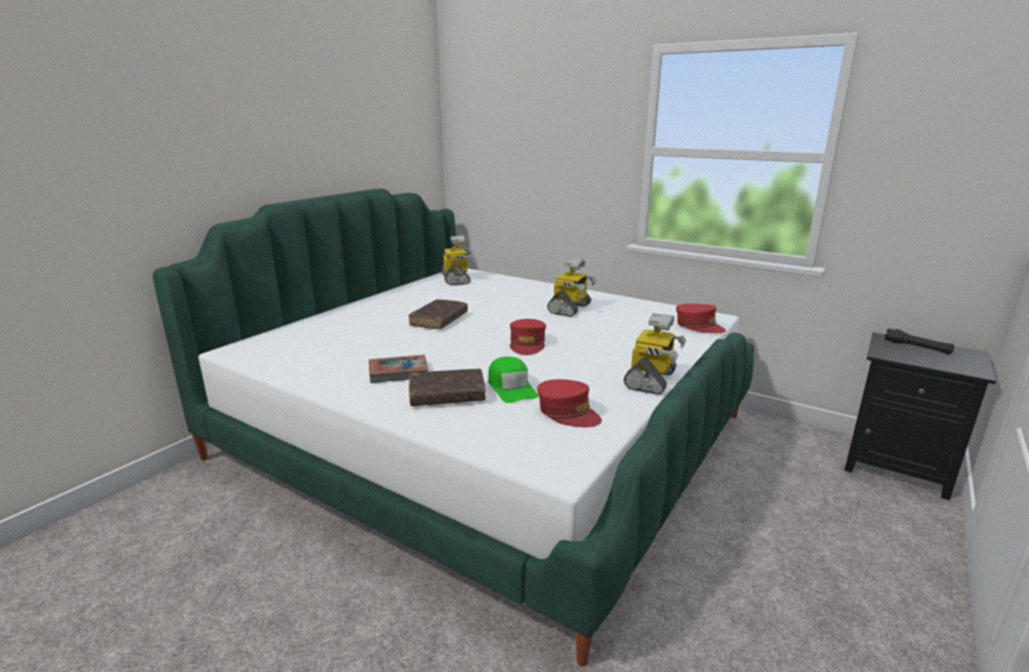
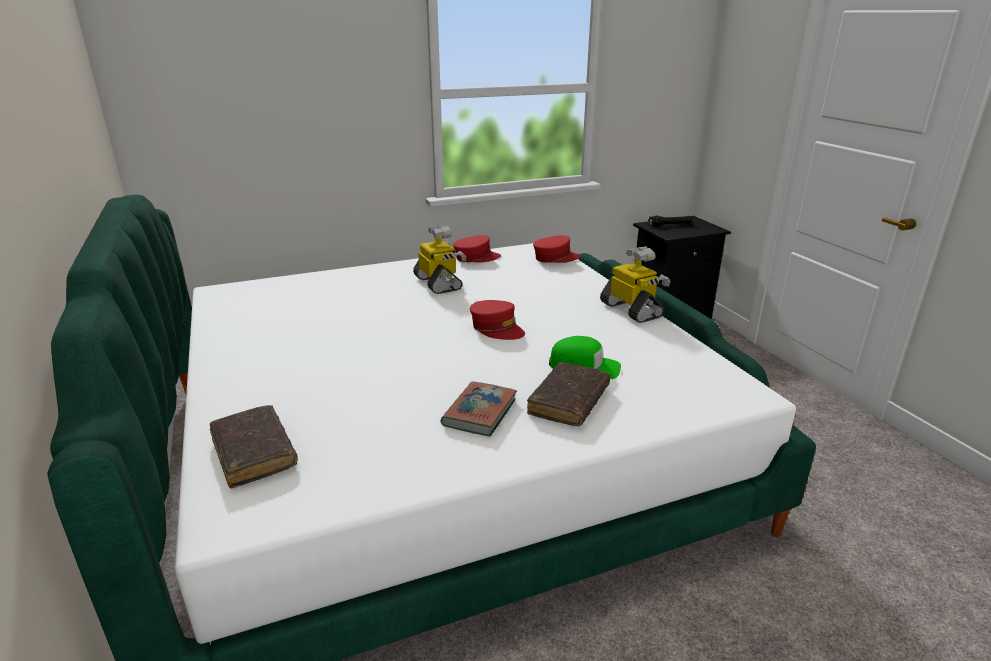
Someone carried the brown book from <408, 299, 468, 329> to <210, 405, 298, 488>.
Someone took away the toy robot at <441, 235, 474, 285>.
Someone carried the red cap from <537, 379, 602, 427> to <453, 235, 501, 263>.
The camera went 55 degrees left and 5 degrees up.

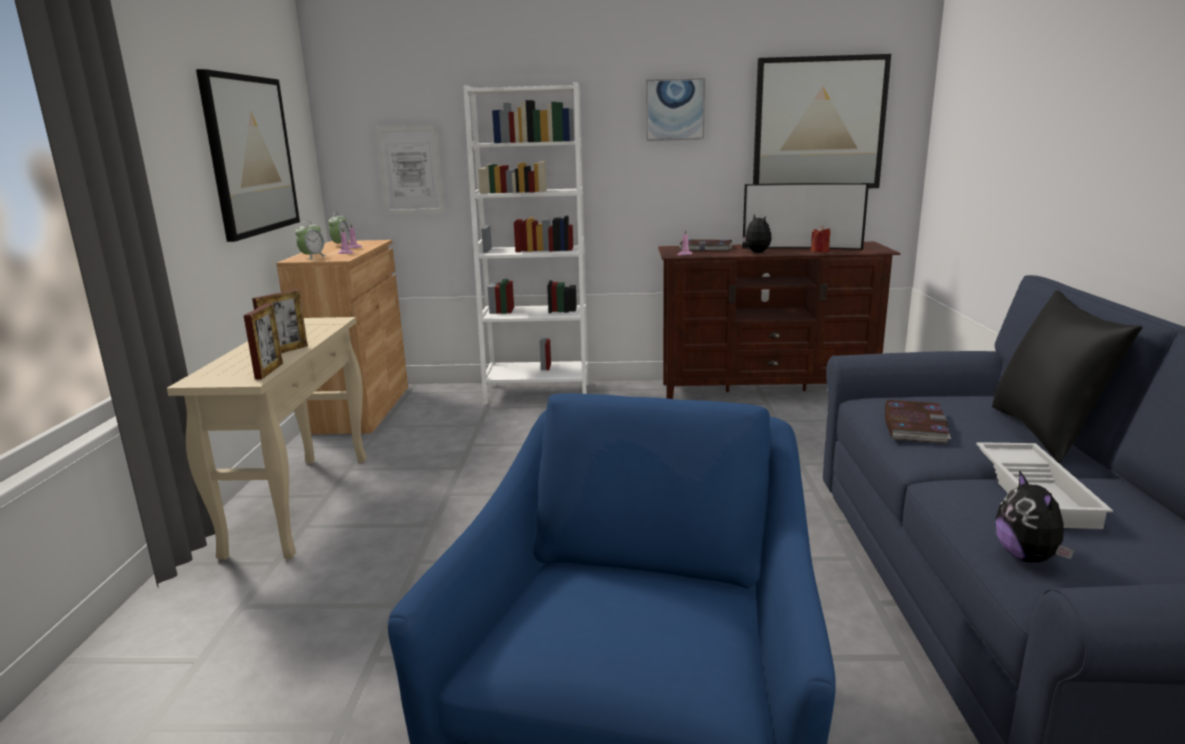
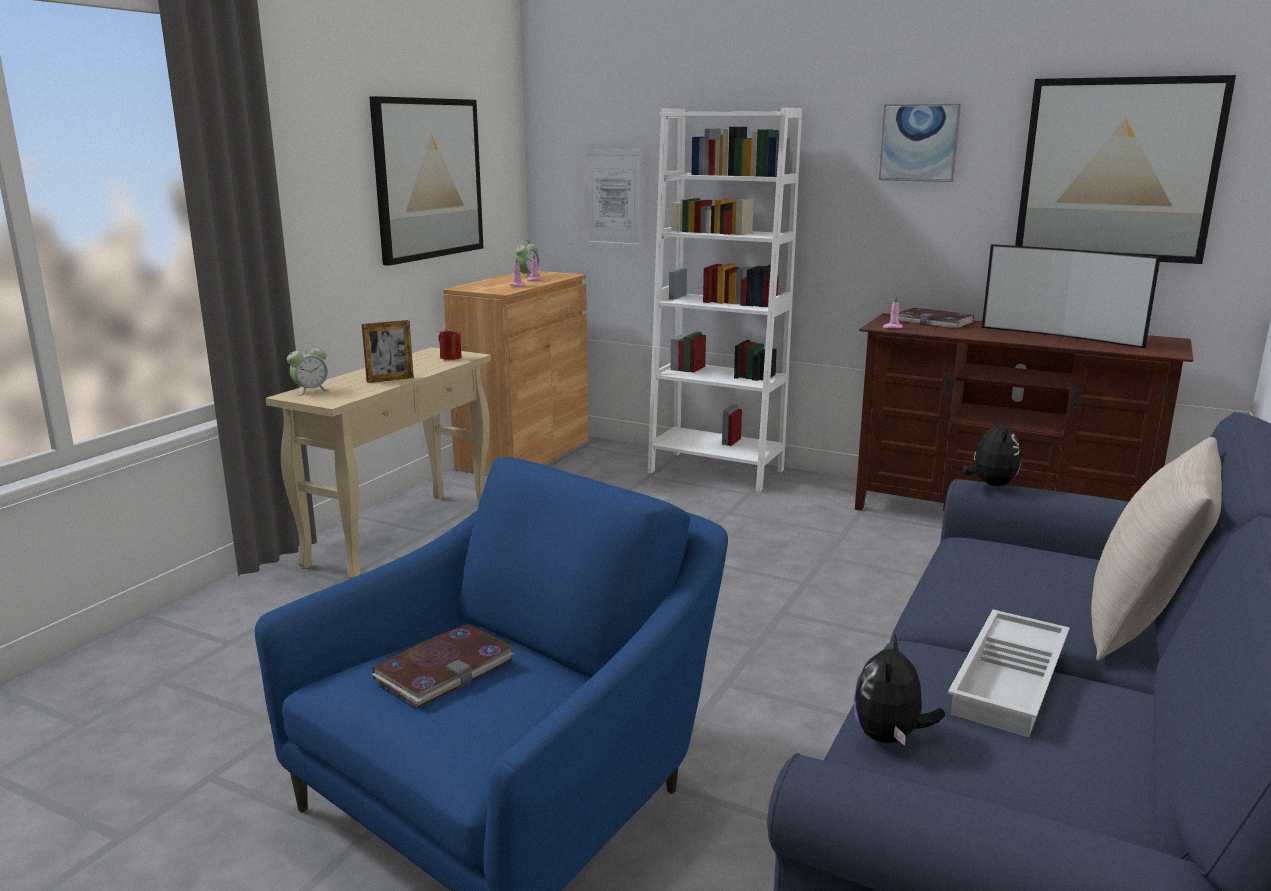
Someone took away the picture frame at <243, 303, 283, 379>.
Someone carried the alarm clock from <295, 221, 327, 260> to <287, 343, 330, 396>.
Someone carried the plush toy from <742, 214, 772, 252> to <963, 416, 1021, 486>.
Someone carried the red candle from <811, 226, 830, 253> to <439, 327, 462, 360>.
Someone carried the book from <885, 400, 951, 443> to <371, 624, 514, 707>.
Someone repainted the black pillow at <992, 290, 1143, 463>, which became the beige pillow at <1091, 437, 1222, 661>.
The camera went 25 degrees right and 0 degrees up.

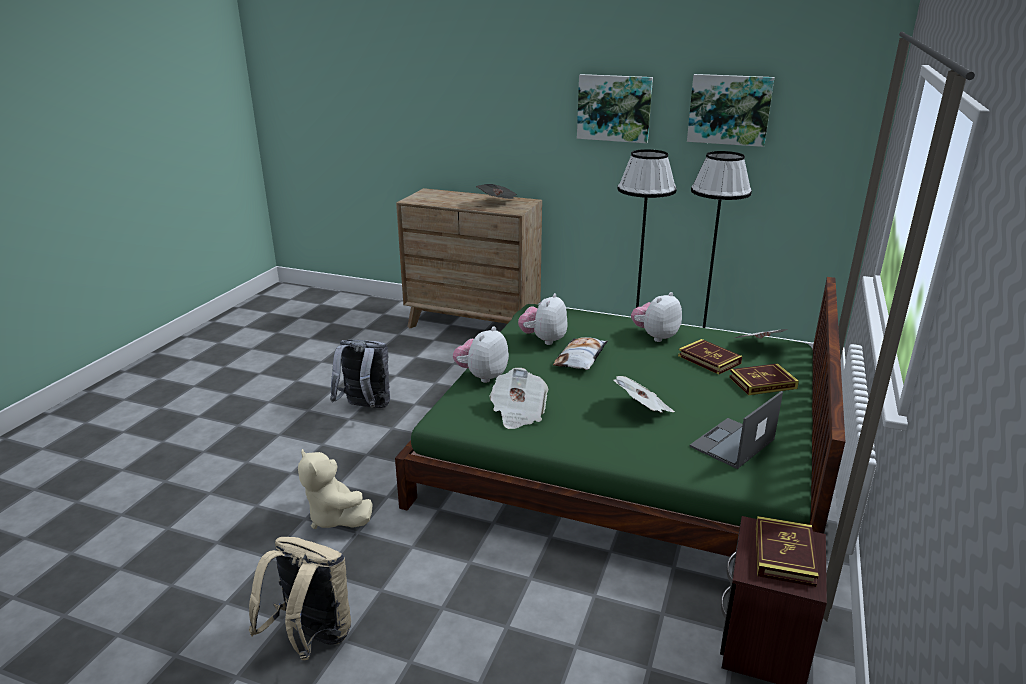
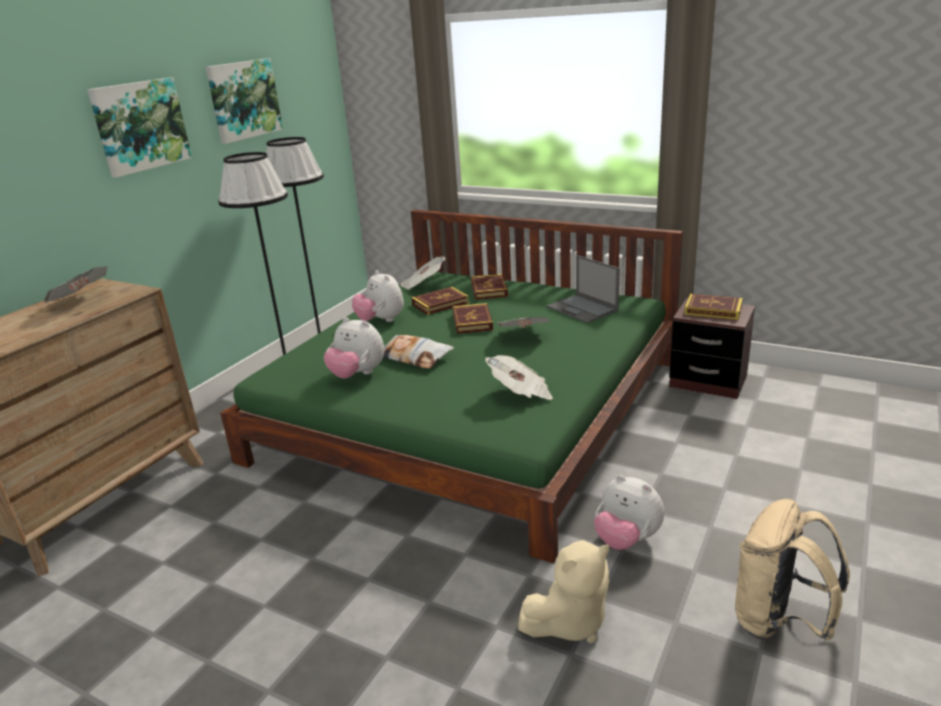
Someone took away the grey backpack at <330, 340, 390, 408>.
Someone carried the plush toy from <453, 326, 509, 383> to <594, 475, 664, 550>.
Someone put down the book at <452, 303, 493, 334>.
The camera went 80 degrees left and 0 degrees up.

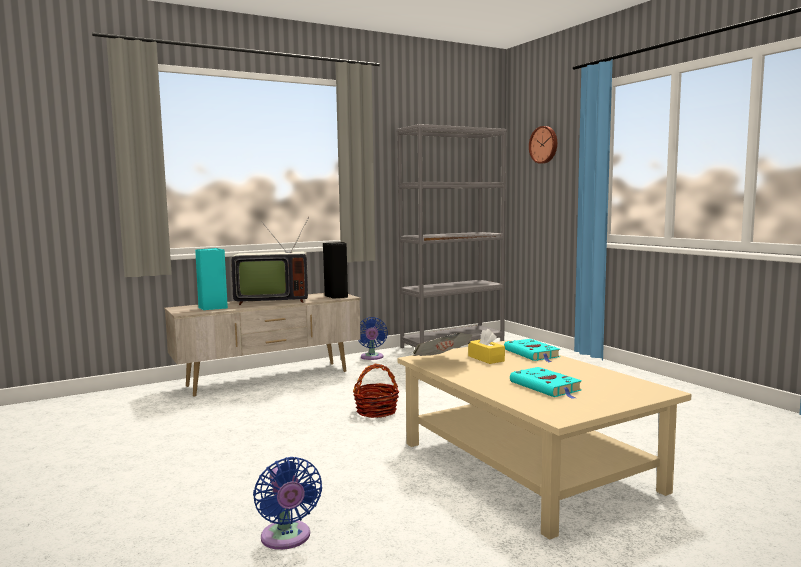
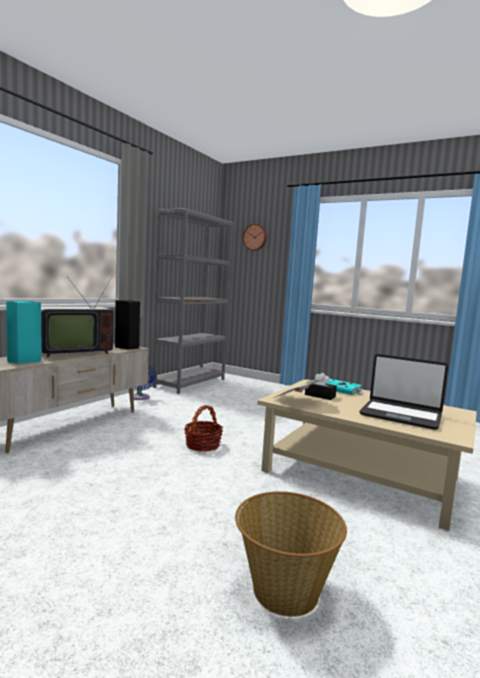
Someone swapped the blue fan at <253, 457, 322, 550> for the basket at <235, 491, 347, 617>.
Someone repainted the yellow tissue box at <468, 329, 505, 364>, which became the black tissue box at <305, 373, 337, 400>.
Someone swapped the turquoise book at <510, 367, 582, 399> for the laptop at <359, 354, 448, 430>.
The camera went 30 degrees left and 0 degrees up.

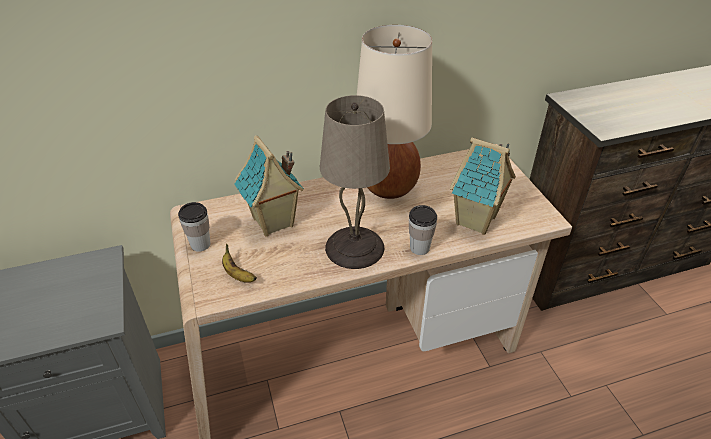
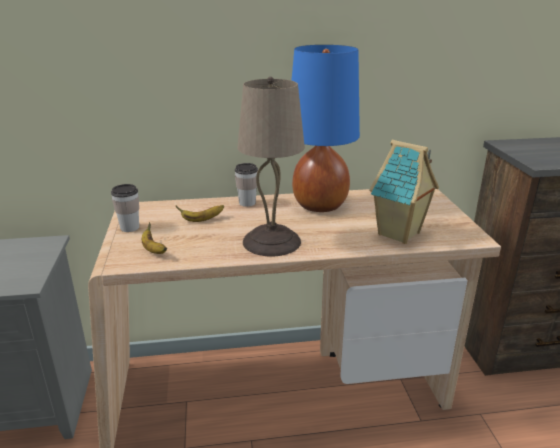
Someone swapped the toy house at <234, 135, 304, 237> for the banana at <176, 205, 224, 222>.
Someone repainted the beige table lamp at <357, 25, 432, 199>, which became the blue table lamp at <291, 45, 360, 212>.
Someone carried the cup from <409, 205, 437, 255> to <235, 163, 258, 207>.
The camera went 10 degrees right and 15 degrees down.

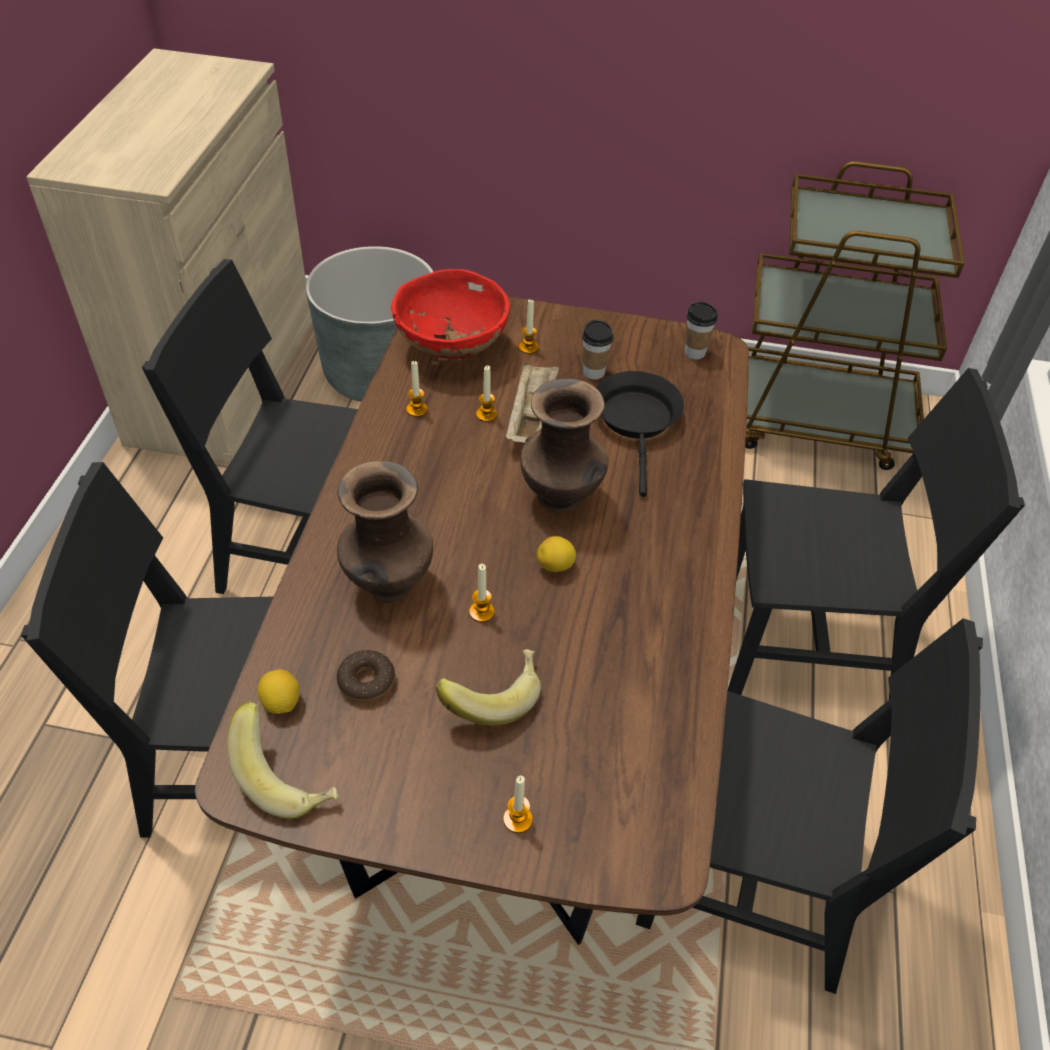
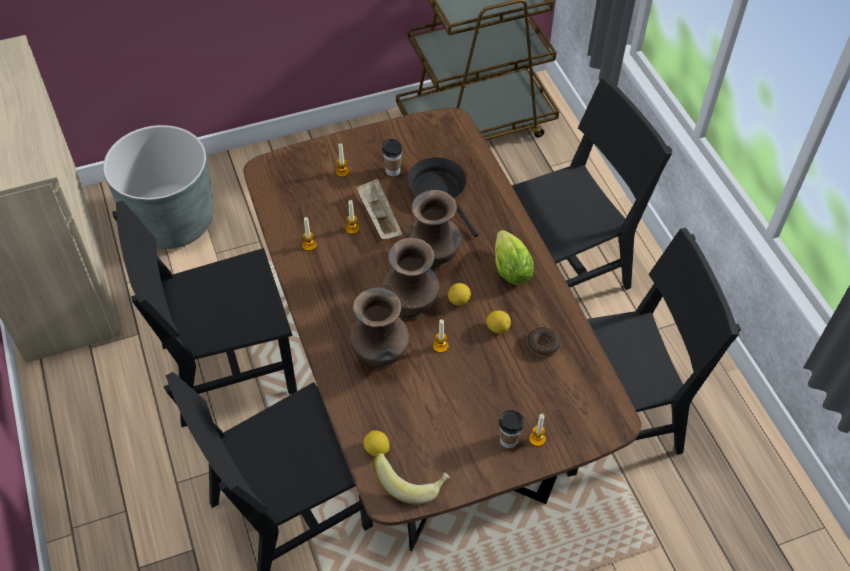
Someone carried the donut from <337, 650, 395, 703> to <527, 327, 561, 357>.
Someone took away the red bowl at <391, 269, 510, 359>.
Someone took away the banana at <436, 649, 541, 726>.
Someone carried the cup from <685, 301, 718, 359> to <499, 410, 524, 448>.
Someone put down the brown vase at <382, 238, 440, 320>.
Someone put down the lemon at <486, 310, 511, 333>.
Someone put down the lettuce at <495, 230, 534, 285>.
The camera went 30 degrees left and 5 degrees up.

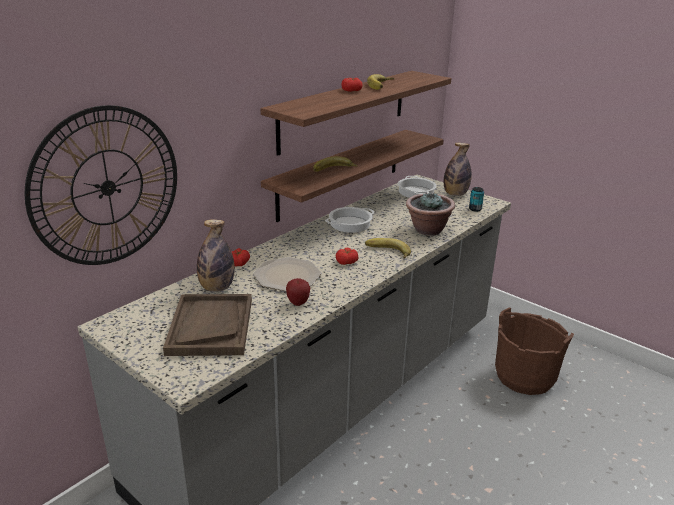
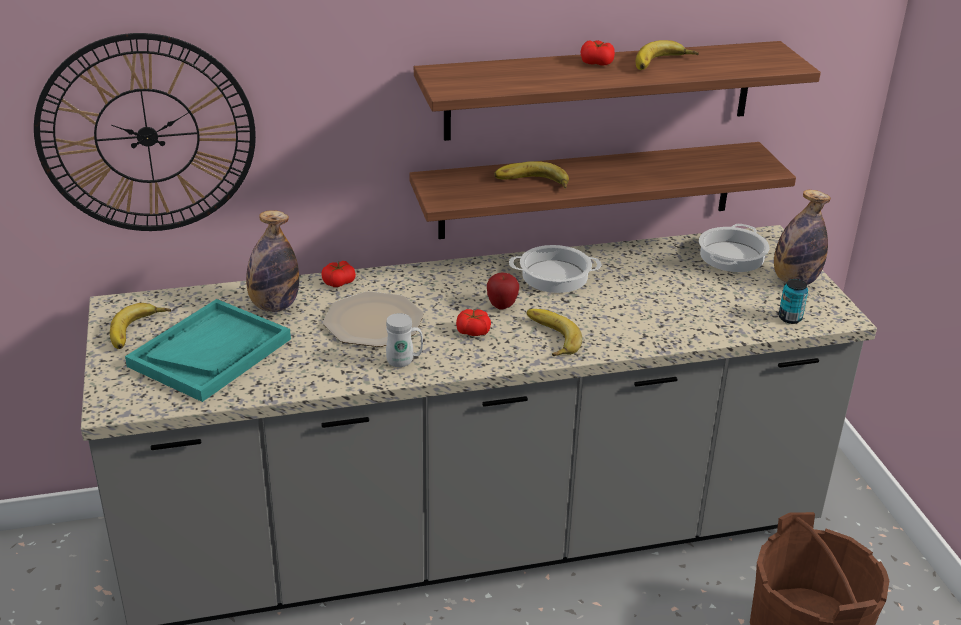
Someone repainted the brown tray at <163, 294, 252, 356>, which became the turquoise tray at <125, 299, 291, 402>.
Someone carried the apple from <286, 278, 310, 306> to <487, 273, 519, 310>.
Someone took away the potted plant at <406, 191, 455, 236>.
Someone put down the banana at <110, 303, 171, 349>.
Someone put down the white mug at <386, 313, 423, 367>.
The camera went 35 degrees right and 5 degrees up.

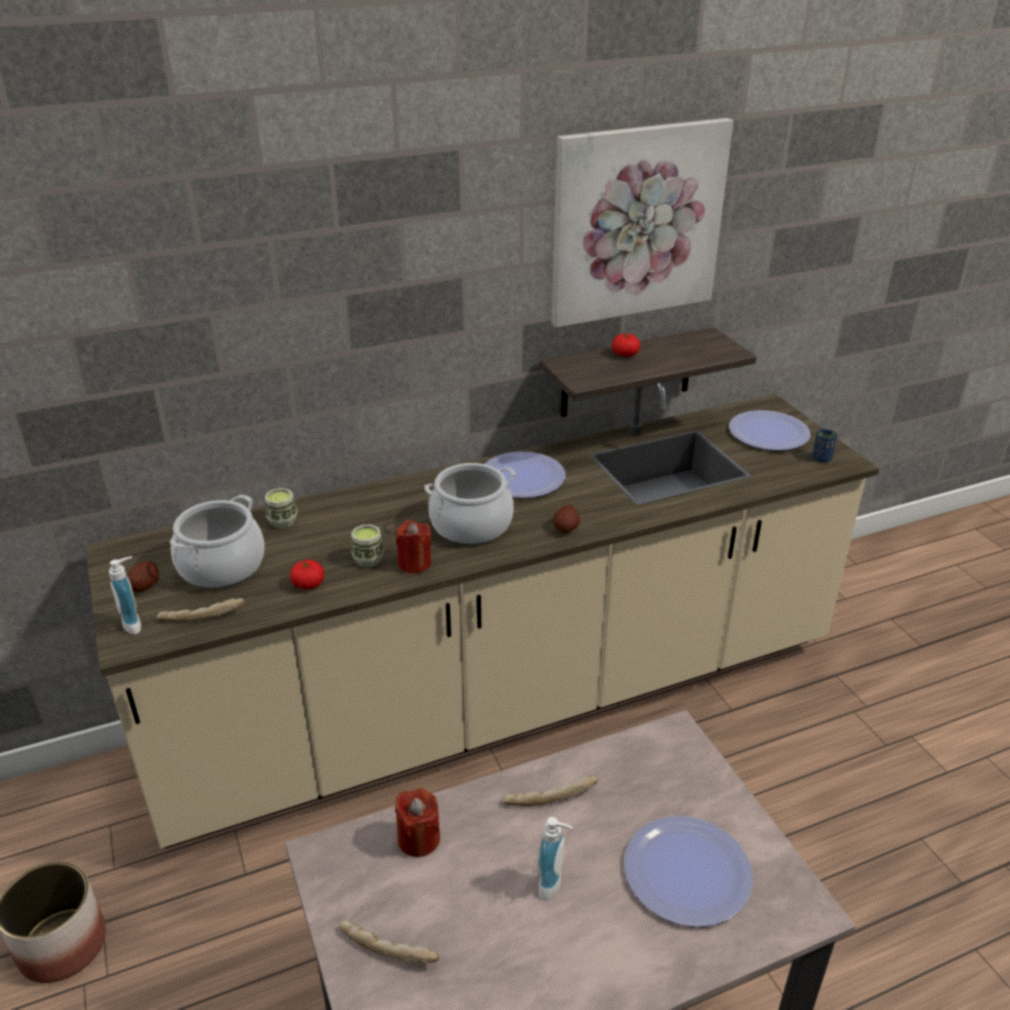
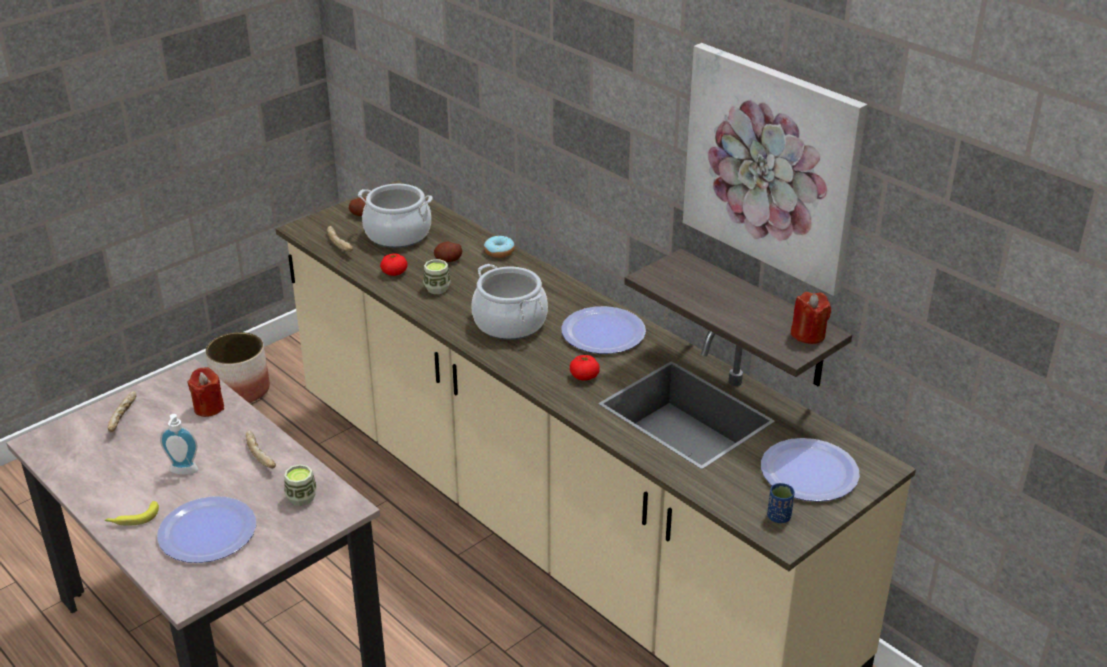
Someone took away the soap dispenser at <109, 556, 141, 635>.
Someone carried the cup from <265, 488, 298, 529> to <284, 464, 317, 506>.
Someone carried the red candle from <396, 520, 432, 573> to <791, 292, 831, 344>.
Someone carried the potato from <553, 505, 580, 533> to <434, 242, 462, 262>.
Someone carried the tomato from <612, 334, 640, 357> to <570, 355, 600, 380>.
Someone put down the banana at <105, 501, 159, 526>.
Someone put down the donut at <484, 236, 515, 258>.
The camera went 70 degrees right and 0 degrees up.

